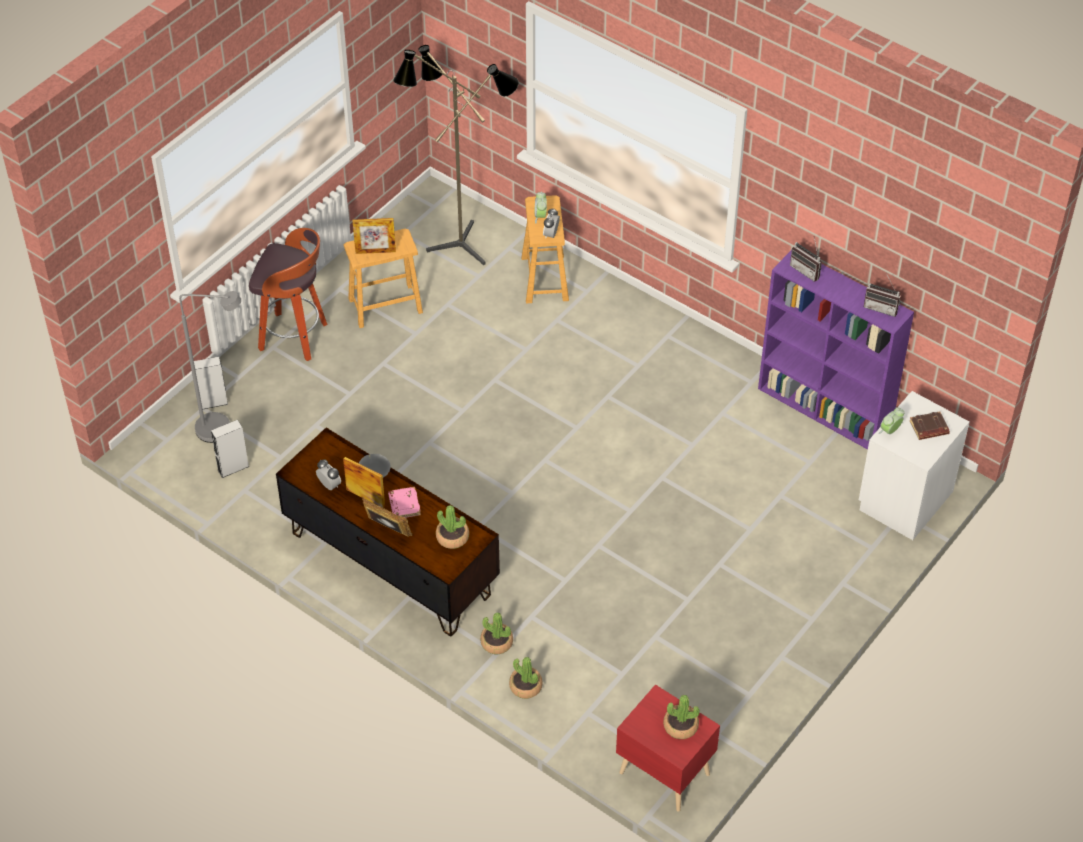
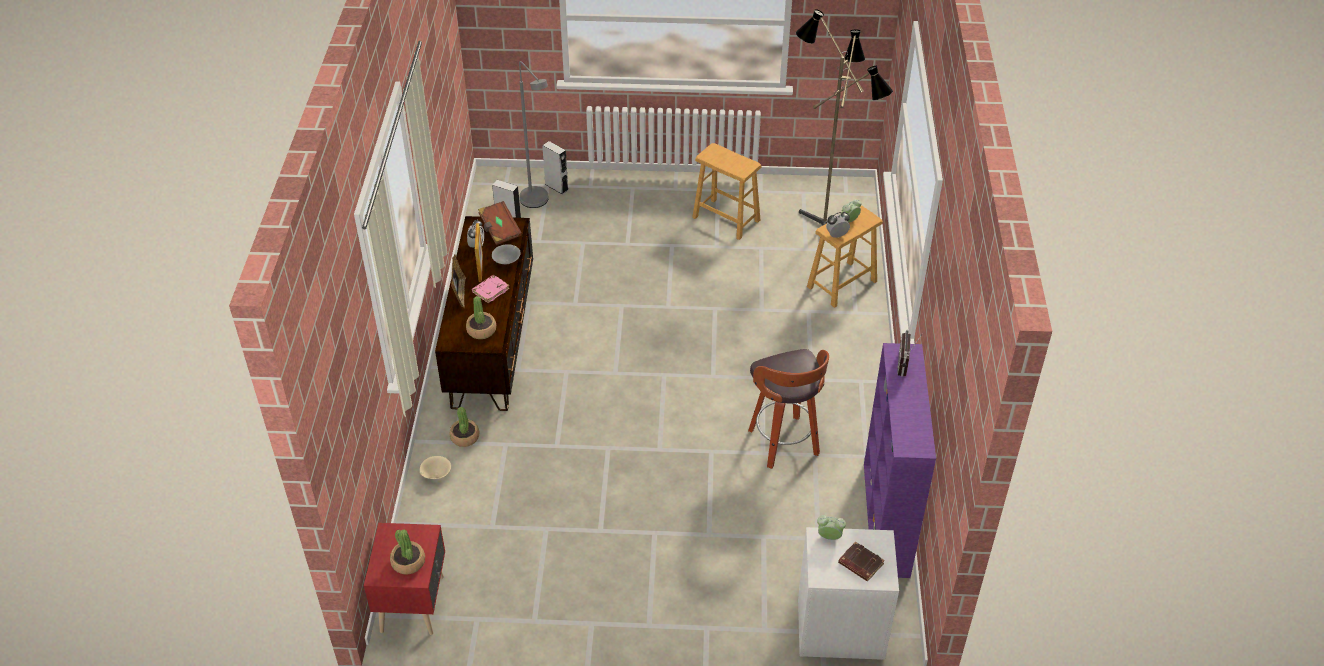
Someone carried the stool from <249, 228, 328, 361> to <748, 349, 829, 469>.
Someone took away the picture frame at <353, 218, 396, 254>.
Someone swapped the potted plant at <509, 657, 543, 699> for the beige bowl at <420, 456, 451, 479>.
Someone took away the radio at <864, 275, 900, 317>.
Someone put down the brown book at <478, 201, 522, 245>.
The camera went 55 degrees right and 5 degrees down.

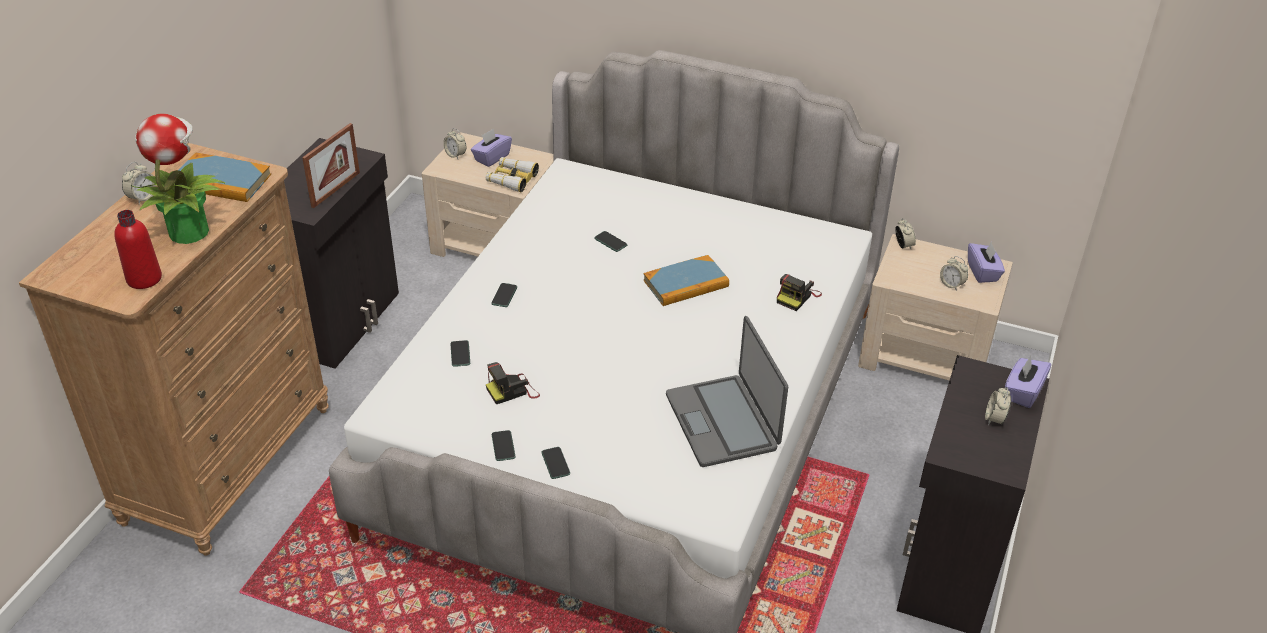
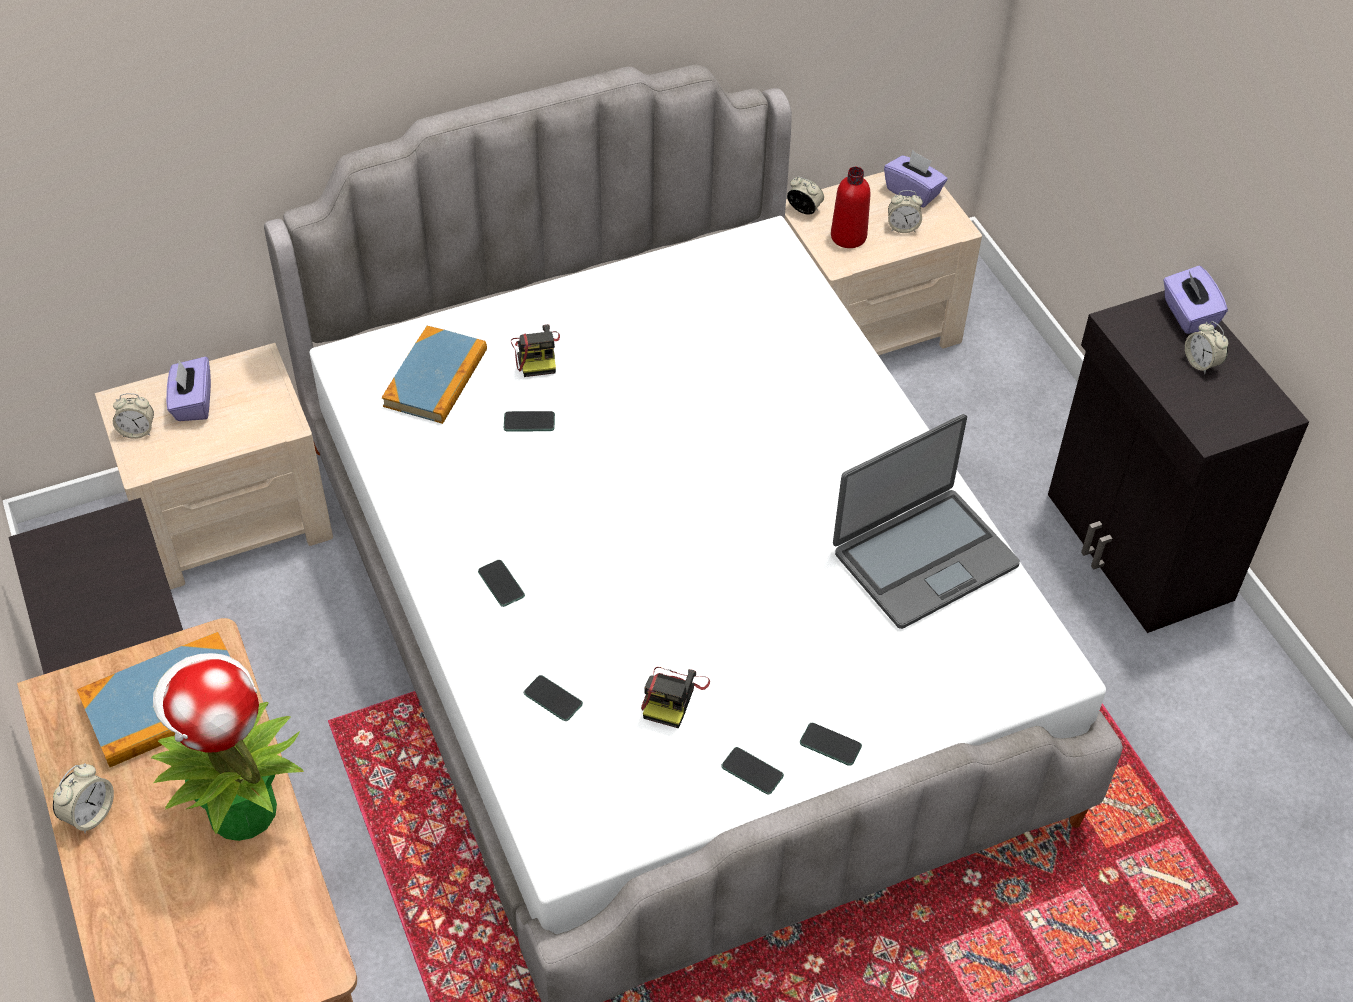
Someone carried the red bottle from <114, 210, 162, 289> to <831, 167, 870, 248>.
Someone rotated the alarm clock at <122, 162, 156, 204> by 45 degrees clockwise.
Someone took away the picture frame at <302, 123, 360, 208>.
Someone took away the binoculars at <486, 157, 539, 193>.
Someone carried the book from <643, 255, 729, 306> to <382, 326, 487, 424>.
Someone rotated the laptop at <666, 316, 788, 467> by 60 degrees counterclockwise.
Someone carried the photo camera from <777, 274, 822, 311> to <511, 324, 560, 377>.
The camera went 45 degrees left and 10 degrees up.

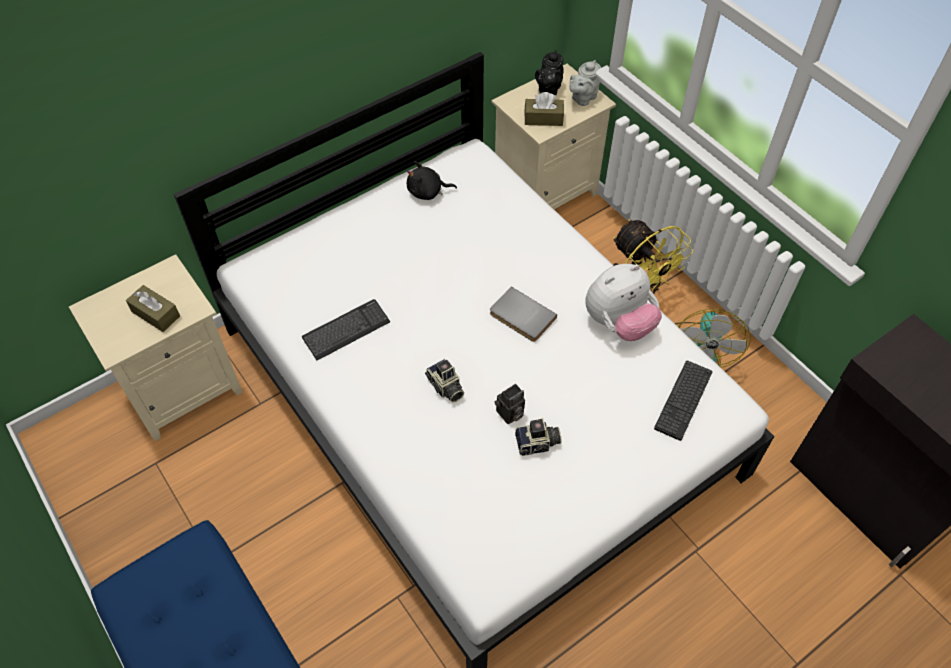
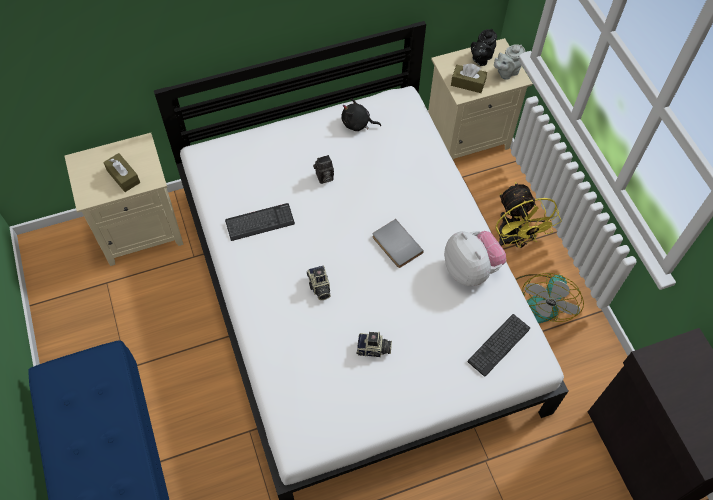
Someone carried the photo camera from <495, 384, 525, 424> to <313, 155, 334, 184>.
Someone rotated the plush toy at <585, 264, 662, 341> by 105 degrees counterclockwise.
The camera went 15 degrees right and 5 degrees up.

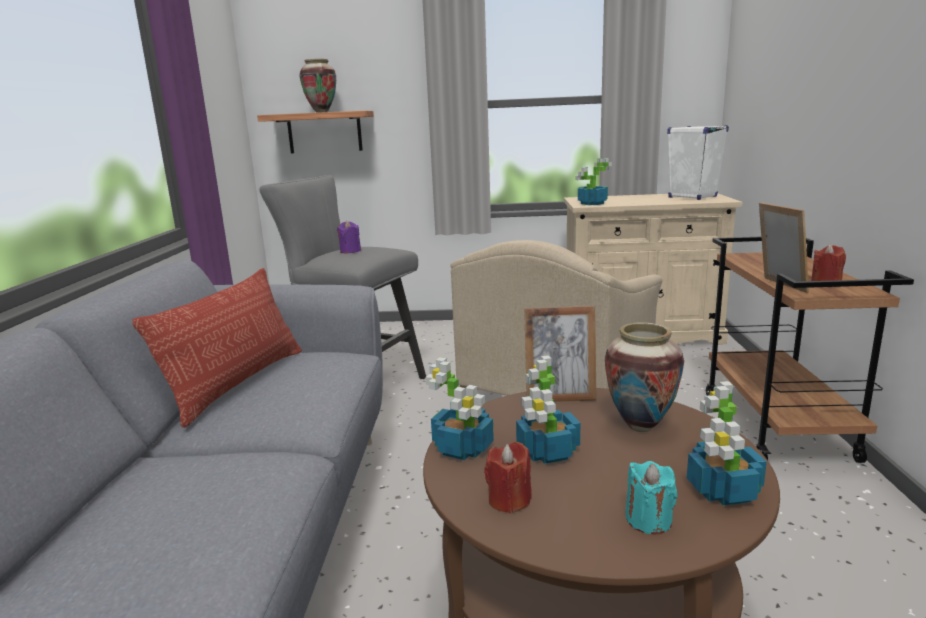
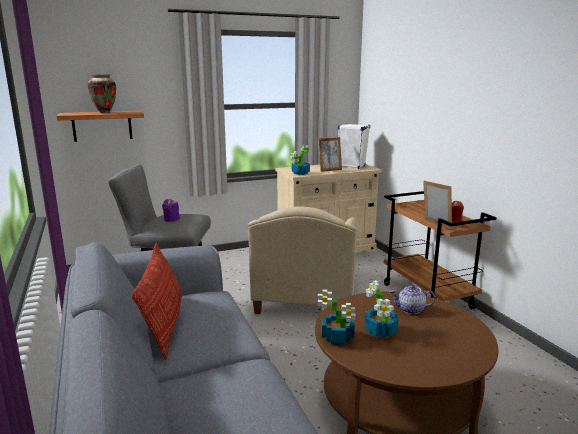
Someone took away the red candle at <484, 442, 532, 514>.
Someone carried the picture frame from <524, 306, 597, 402> to <318, 137, 342, 172>.
Someone swapped the vase at <605, 322, 684, 432> for the teapot at <389, 285, 436, 314>.
Someone took away the turquoise candle at <625, 461, 677, 534>.
Someone took away the potted plant at <687, 381, 767, 506>.
The camera went 25 degrees left and 0 degrees up.

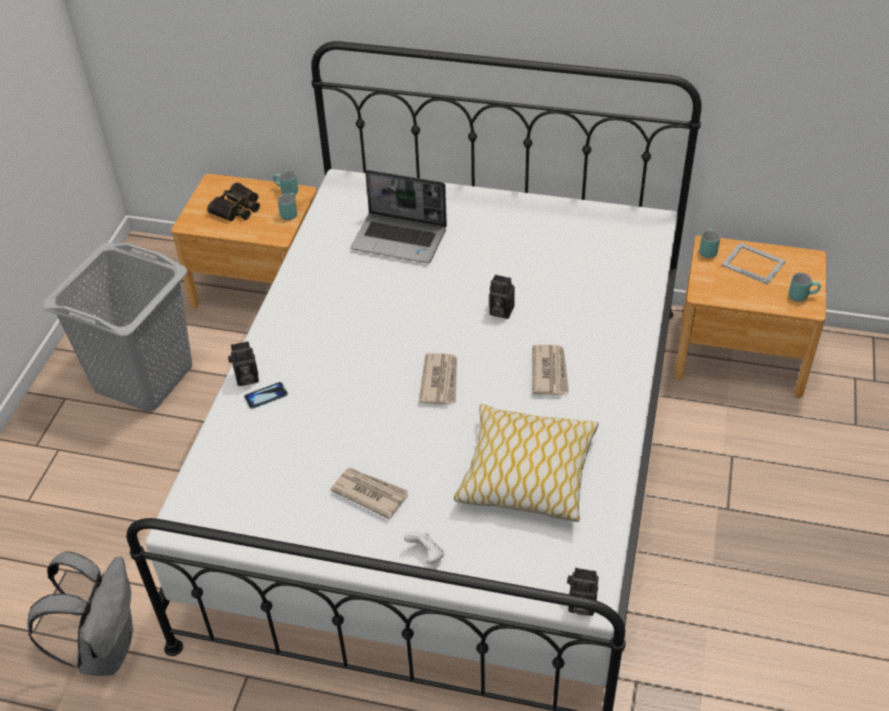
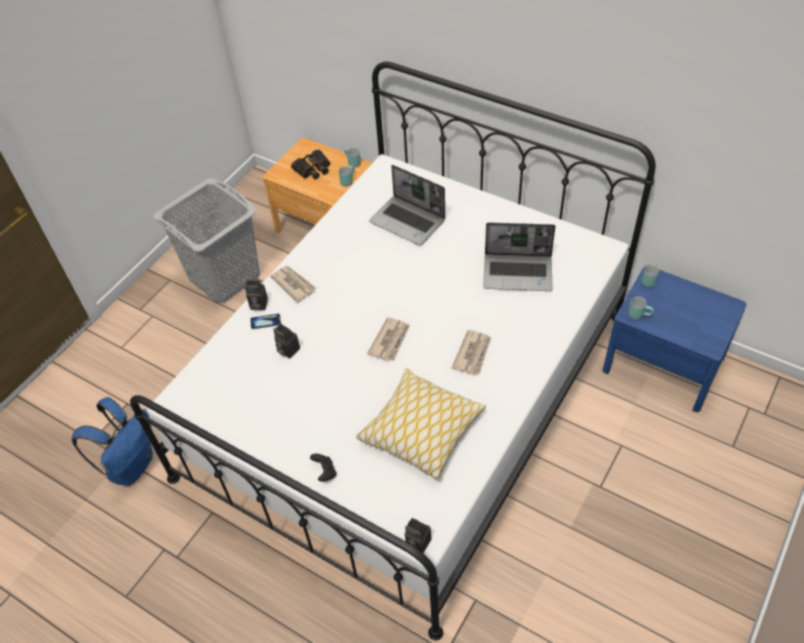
Someone repainted the grey backpack at <27, 551, 133, 676>, which became the blue backpack at <72, 397, 153, 486>.
Someone carried the newspaper from <330, 467, 408, 519> to <270, 266, 317, 302>.
Someone repainted the white game controller at <404, 532, 444, 564>, which became the black game controller at <310, 453, 336, 482>.
Someone carried the photo camera from <489, 274, 515, 319> to <273, 324, 300, 359>.
Someone repainted the brown nightstand at <674, 235, 827, 397>, which became the blue nightstand at <603, 265, 747, 412>.
Someone took away the picture frame at <722, 242, 786, 285>.
Someone carried the turquoise mug from <788, 273, 821, 302> to <628, 297, 654, 319>.
Someone put down the laptop at <483, 222, 556, 291>.
The camera went 20 degrees right and 5 degrees up.

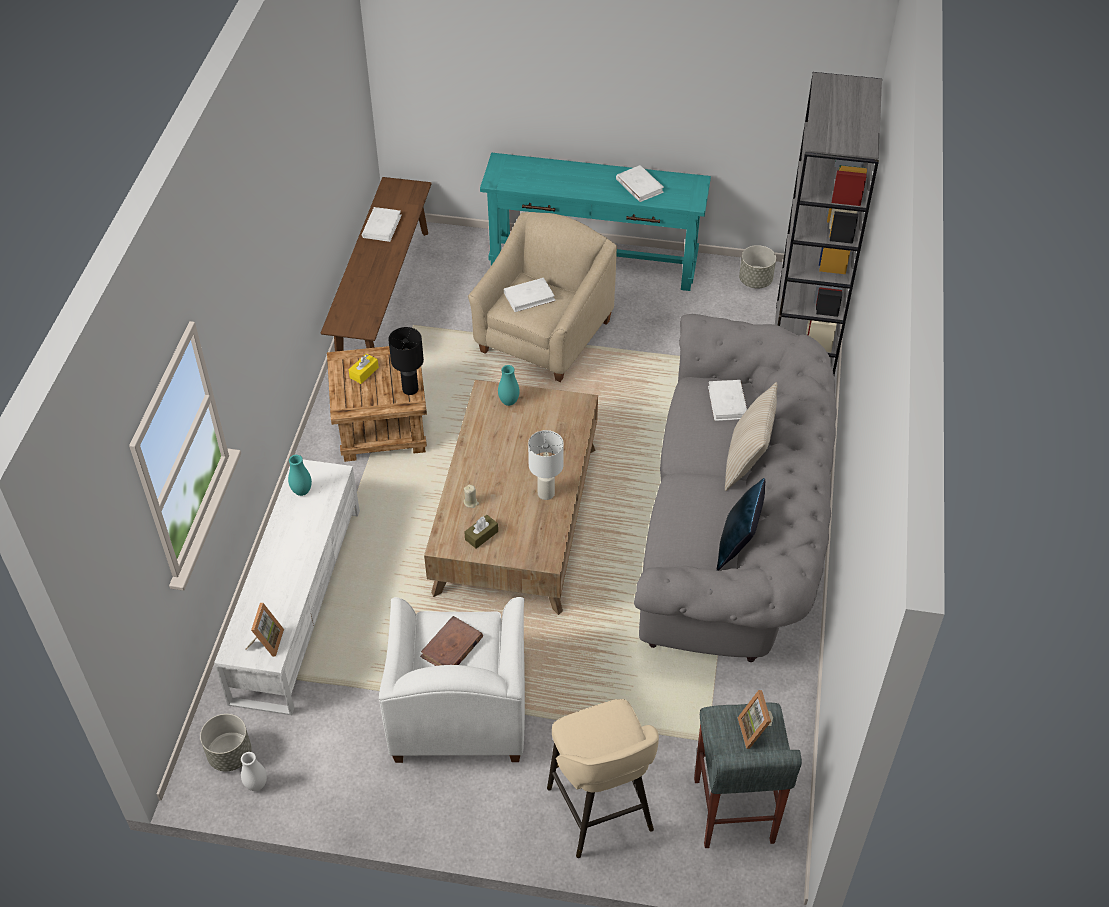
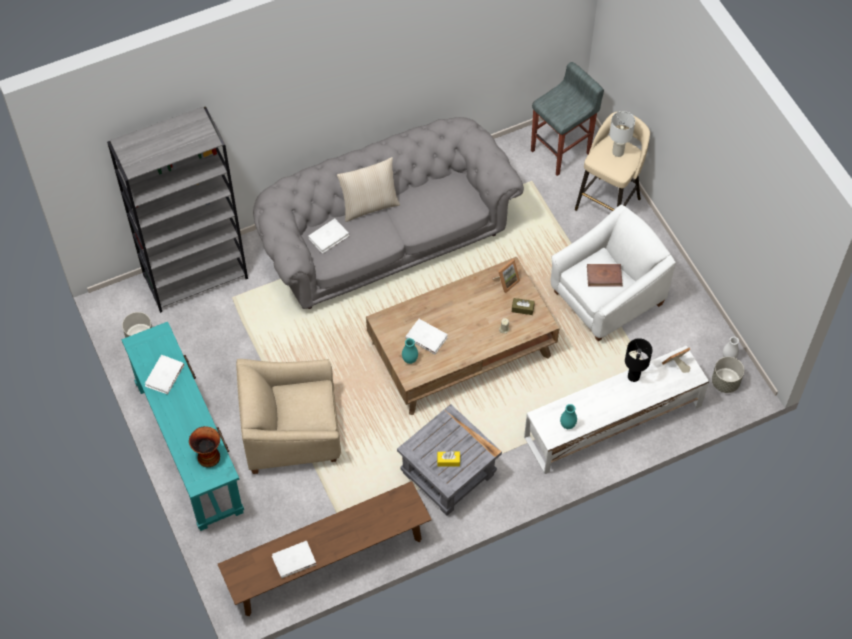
Someone repainted the brown side table at <327, 346, 427, 462>, which became the grey side table at <397, 404, 502, 516>.
Someone carried the black table lamp from <388, 327, 424, 395> to <625, 338, 652, 382>.
Someone carried the white book from <504, 278, 556, 312> to <406, 319, 448, 354>.
Someone carried the white table lamp from <528, 430, 564, 500> to <609, 111, 635, 157>.
Someone took away the blue pillow at <717, 478, 765, 571>.
Someone carried the picture frame from <738, 690, 773, 749> to <493, 259, 520, 293>.
Someone put down the vase at <189, 426, 220, 467>.
The camera went 125 degrees left and 10 degrees up.

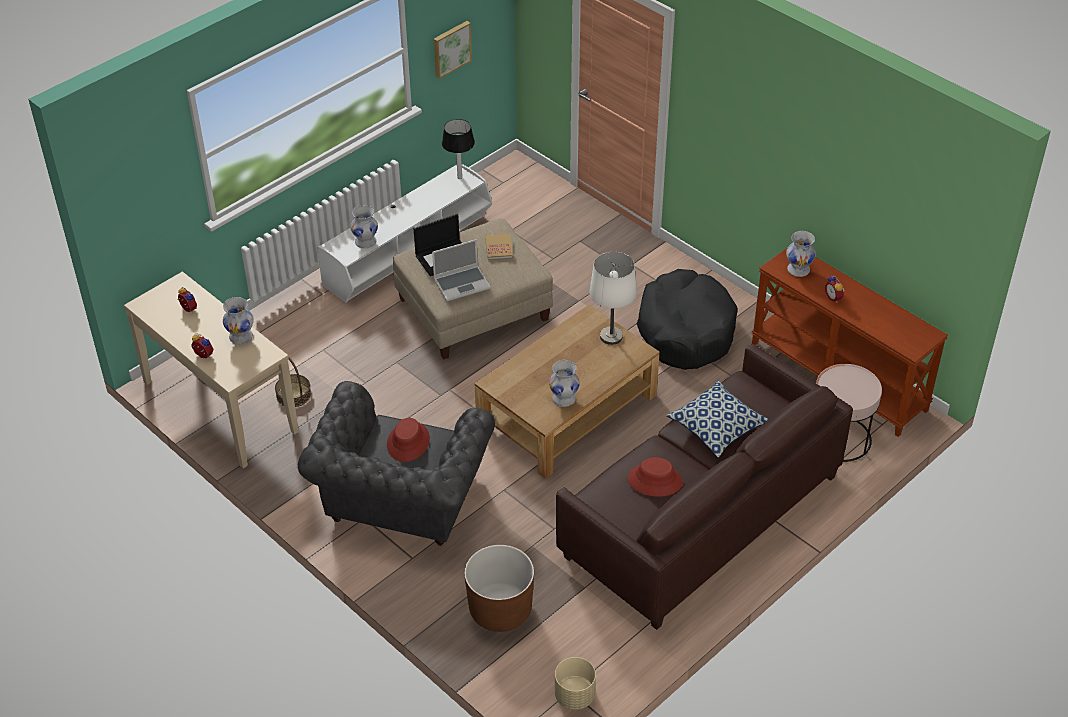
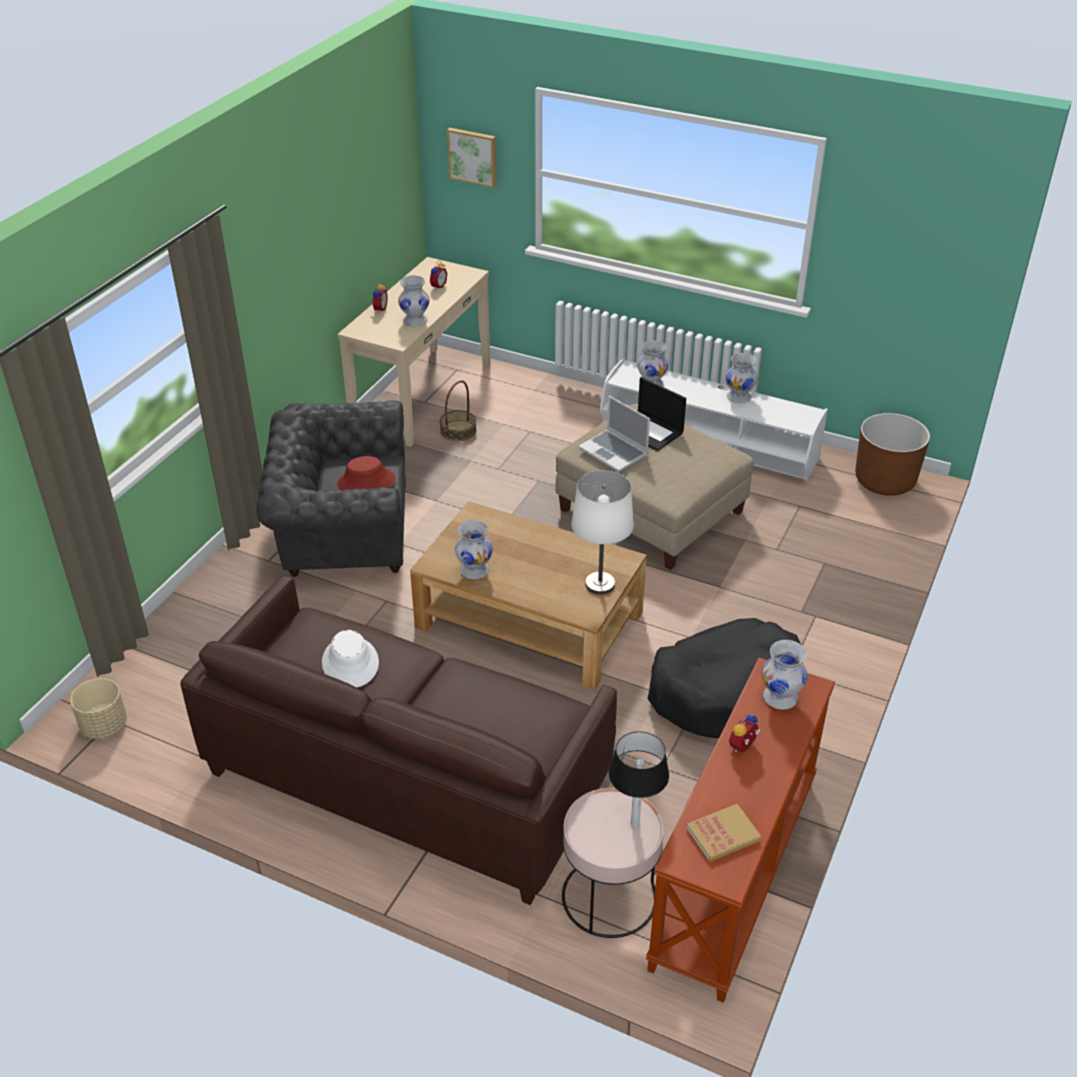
Someone carried the picture from <434, 21, 472, 79> to <447, 128, 497, 188>.
Someone carried the table lamp from <442, 119, 475, 179> to <609, 731, 669, 828>.
Someone carried the brown planter from <464, 545, 534, 632> to <855, 413, 930, 496>.
Someone carried the book from <485, 234, 513, 260> to <686, 804, 761, 862>.
Someone repainted the red hat at <628, 457, 683, 497>, which became the white hat at <322, 630, 379, 688>.
Someone took away the pillow at <666, 381, 769, 458>.
Someone put down the white vase at <726, 353, 757, 403>.
The camera went 70 degrees right and 5 degrees down.

